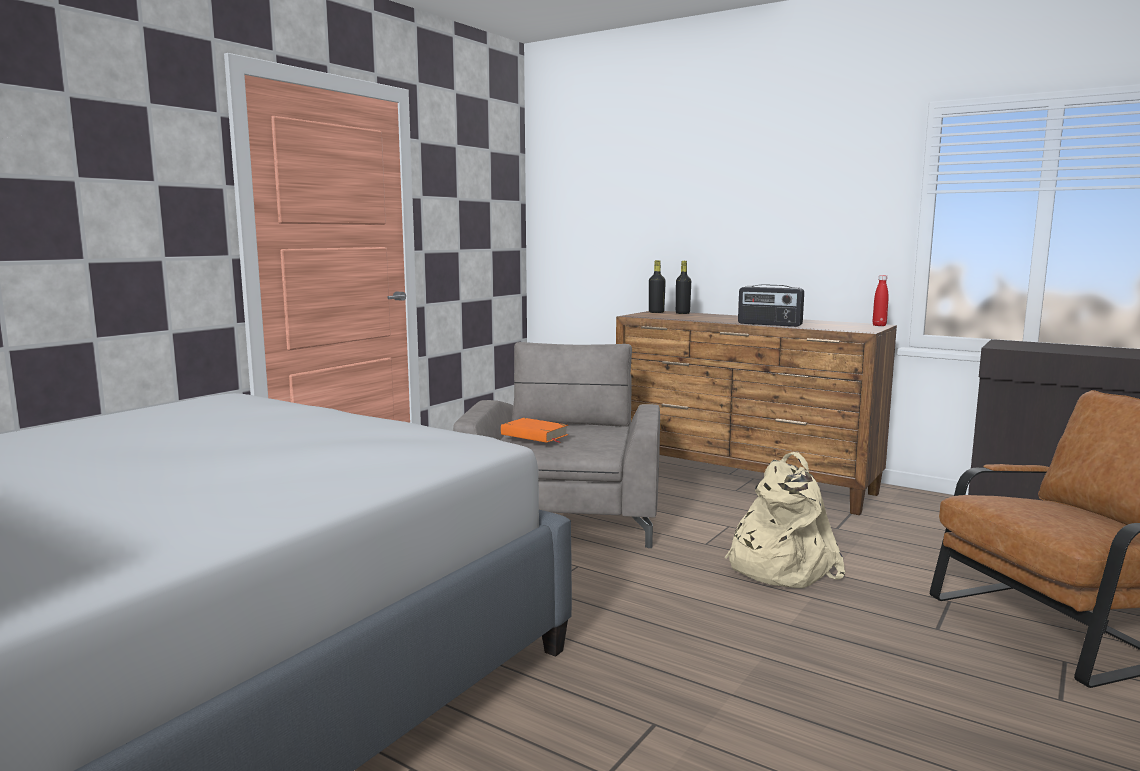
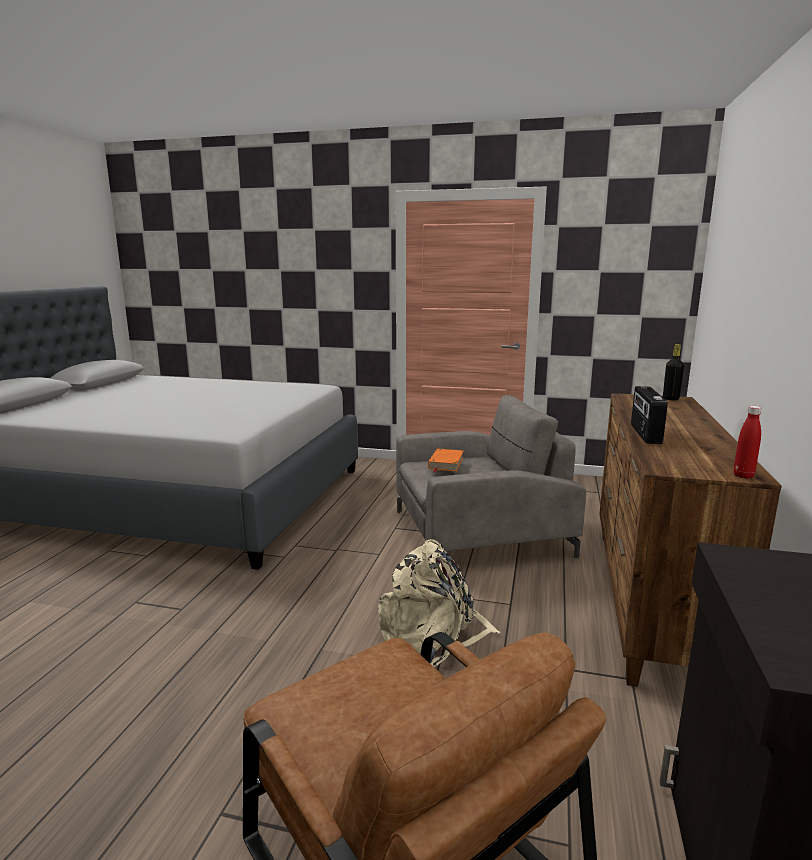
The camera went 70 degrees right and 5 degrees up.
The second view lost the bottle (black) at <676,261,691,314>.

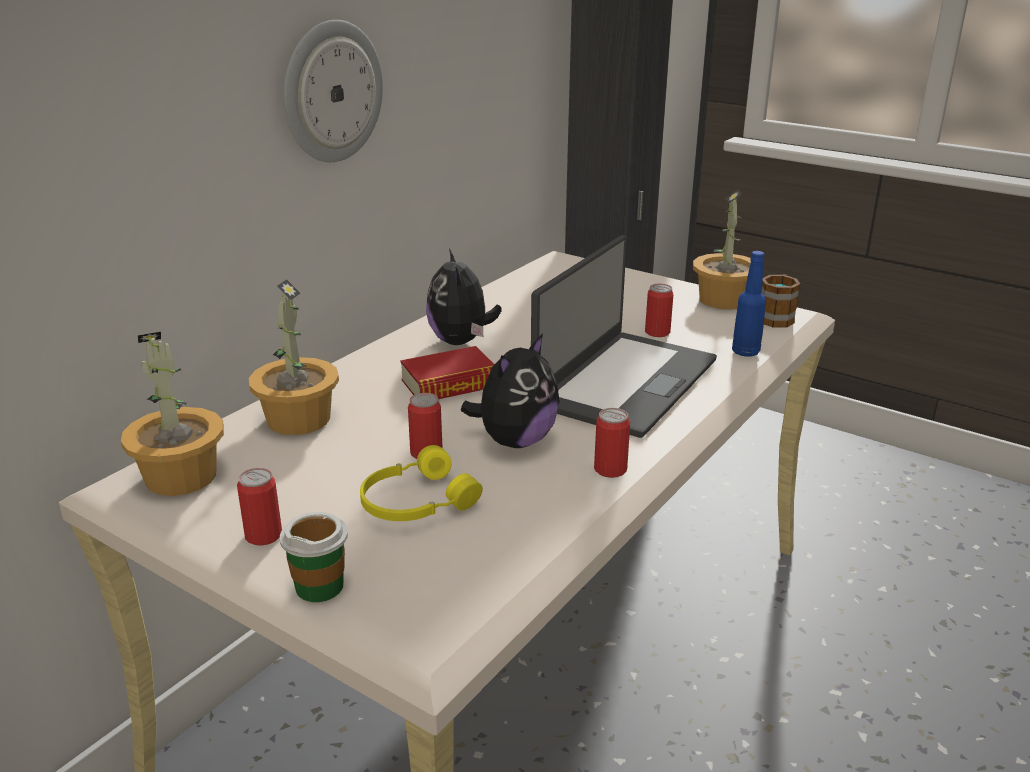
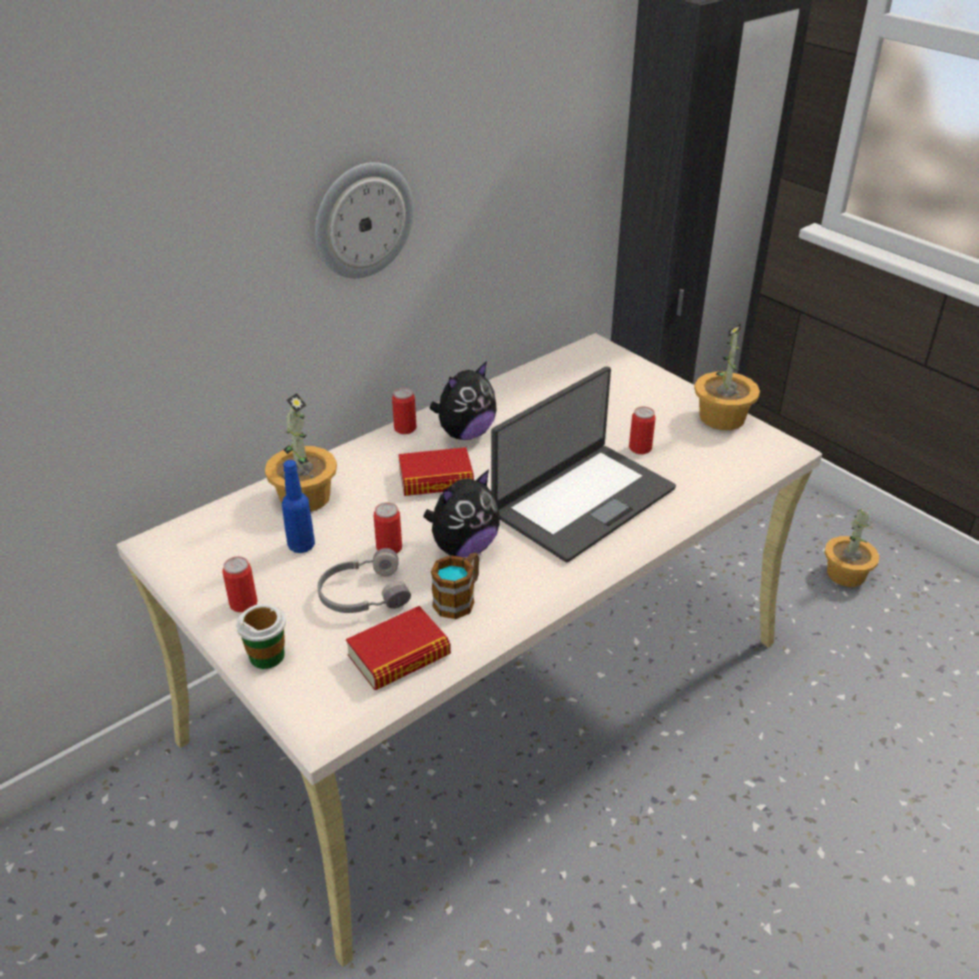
The camera went 15 degrees right and 10 degrees up.
The bottle (blue) ended up elsewhere, having gone from <732,251,766,357> to <282,460,315,553>.
What was the headphones (yellow) at <360,445,483,521> turned into the headphones (grey) at <318,548,411,613>.
The second view gained the book at <346,606,451,690>.
The can ended up elsewhere, having gone from <594,408,630,478> to <392,388,416,434>.
The plush toy at <426,248,502,345> ended up facing another way, 135 degrees counterclockwise from before.
The mug ended up elsewhere, having gone from <761,274,800,327> to <431,552,479,619>.
The potted plant ended up elsewhere, having gone from <121,332,224,496> to <825,509,879,587>.

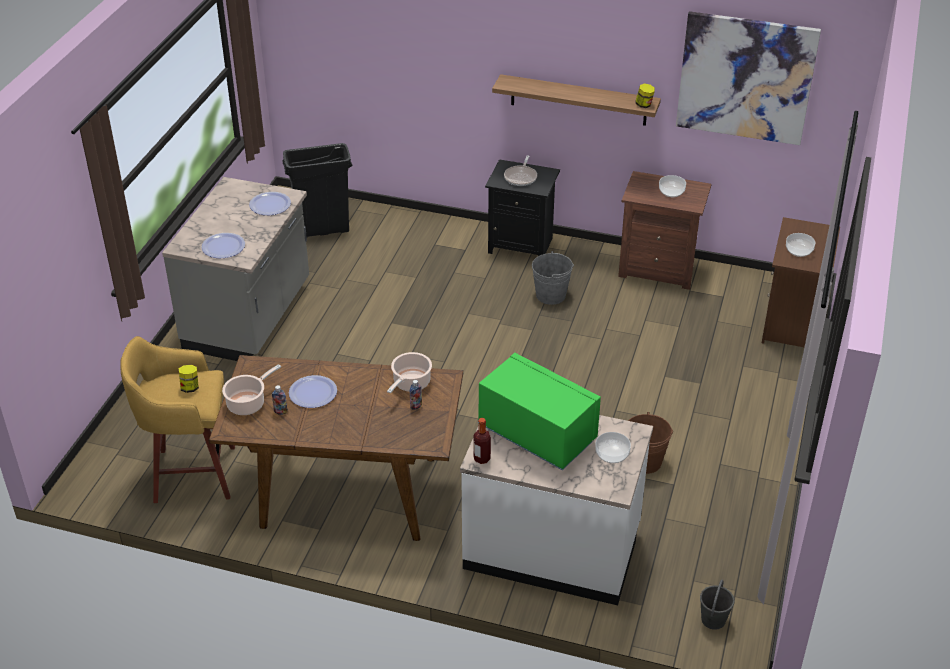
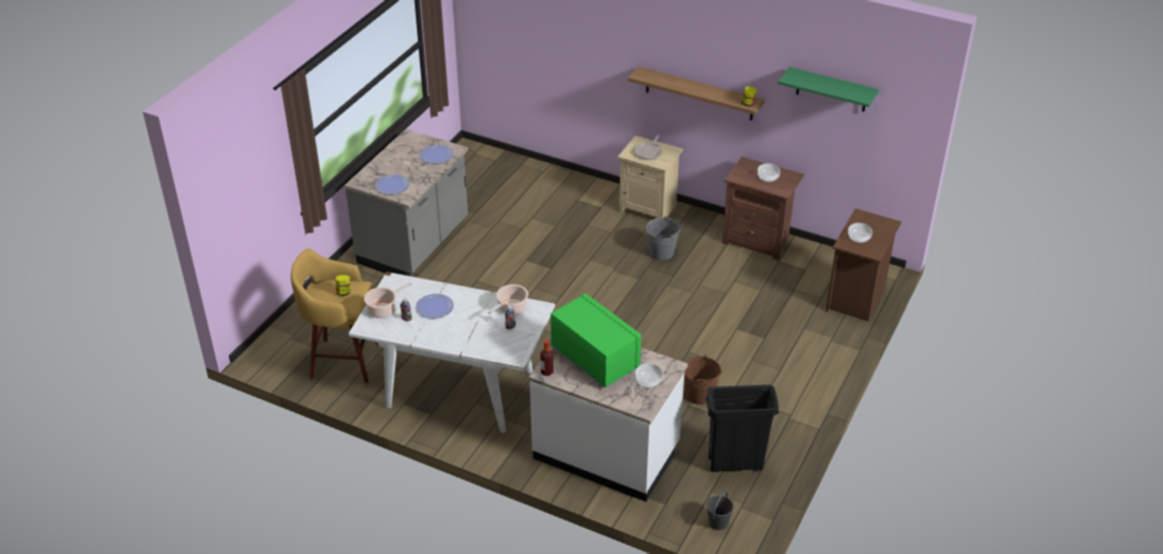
The camera went 10 degrees right and 0 degrees up.
What was the dining table (brown) at <209,355,463,541> turned into the dining table (white) at <348,272,555,433>.
What was the nightstand (black) at <485,159,560,256> turned into the nightstand (beige) at <618,136,683,218>.
The trash can (black) ended up elsewhere, having gone from <282,143,352,237> to <705,385,779,472>.
Where the picture hung at <676,11,821,145>, the shelf (green) came to hang at <778,67,879,112>.

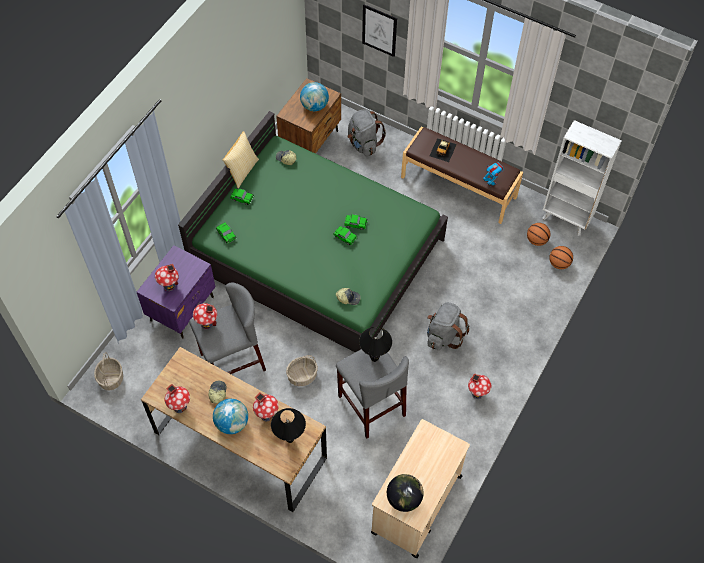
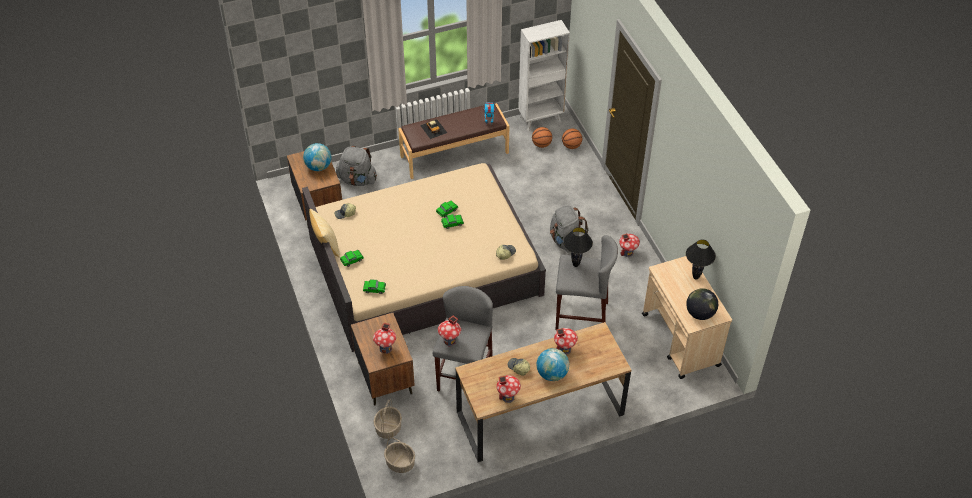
The camera went 50 degrees left and 10 degrees down.
What was the bed (green) at <178,111,448,352> turned into the bed (beige) at <302,163,546,352>.
What was the nightstand (purple) at <137,245,215,339> turned into the nightstand (brown) at <351,313,415,406>.
The basket ended up elsewhere, having gone from <286,355,318,386> to <374,400,402,439>.
The table lamp (black) ended up elsewhere, having gone from <271,408,306,443> to <686,239,716,279>.
The second view lost the picture at <362,4,397,57>.

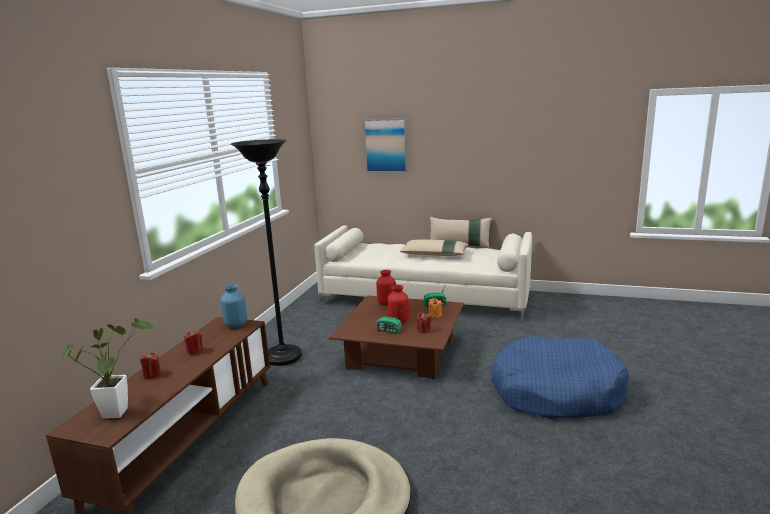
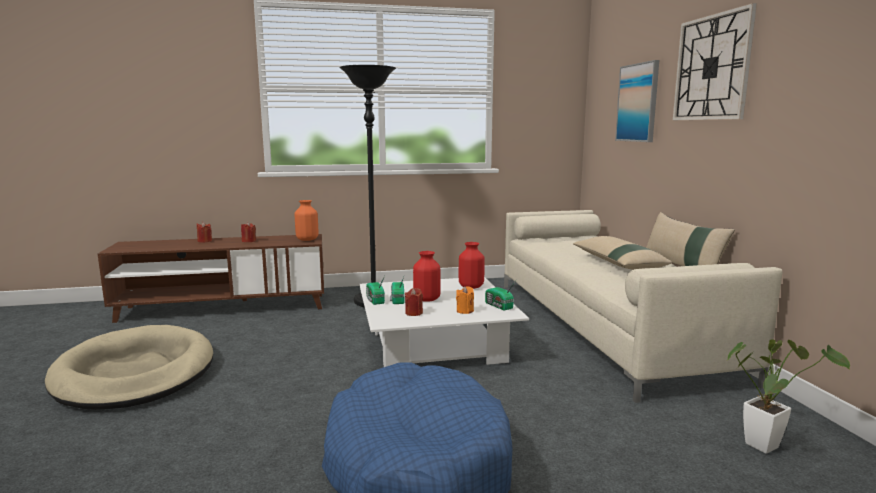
The camera went 60 degrees right and 5 degrees down.
What was the vase (blue) at <220,284,247,328> turned into the vase (orange) at <295,200,319,241>.
What was the coffee table (brown) at <329,295,464,379> turned into the coffee table (white) at <359,277,529,367>.
The second view gained the radio at <366,276,385,305>.
The second view gained the wall clock at <673,3,757,120>.
The potted plant ended up elsewhere, having gone from <62,318,154,419> to <727,339,850,454>.

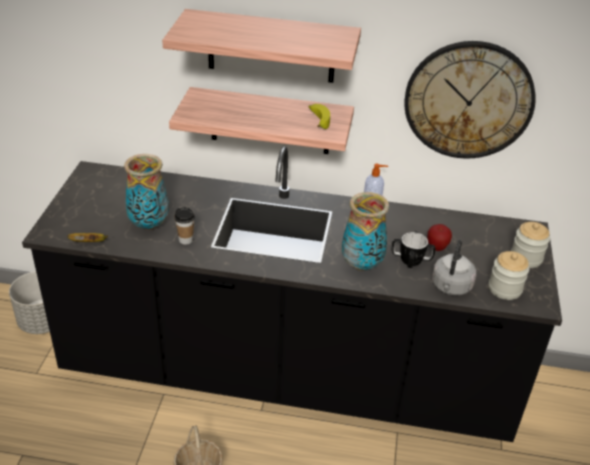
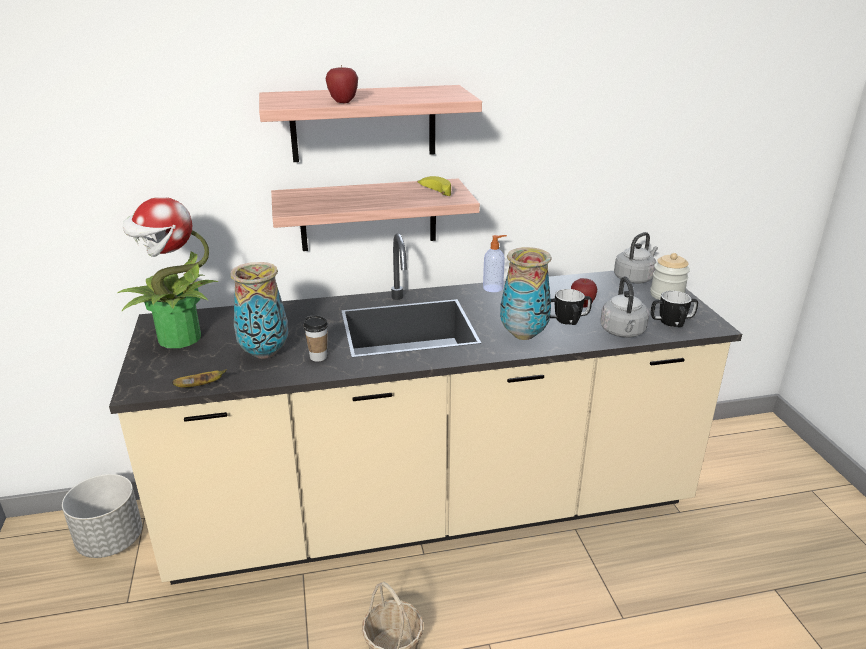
The camera went 20 degrees left and 10 degrees down.
What was the counter (black) at <22,146,562,442> turned into the counter (beige) at <109,233,742,585>.
The second view gained the potted plant at <118,197,218,348>.
The second view gained the apple at <325,65,358,103>.
The second view gained the kettle (grey) at <614,232,658,284>.
Where the jar stood at <489,251,529,300>, the mug came to stand at <651,291,698,327>.
The second view lost the wall clock at <405,41,536,159>.

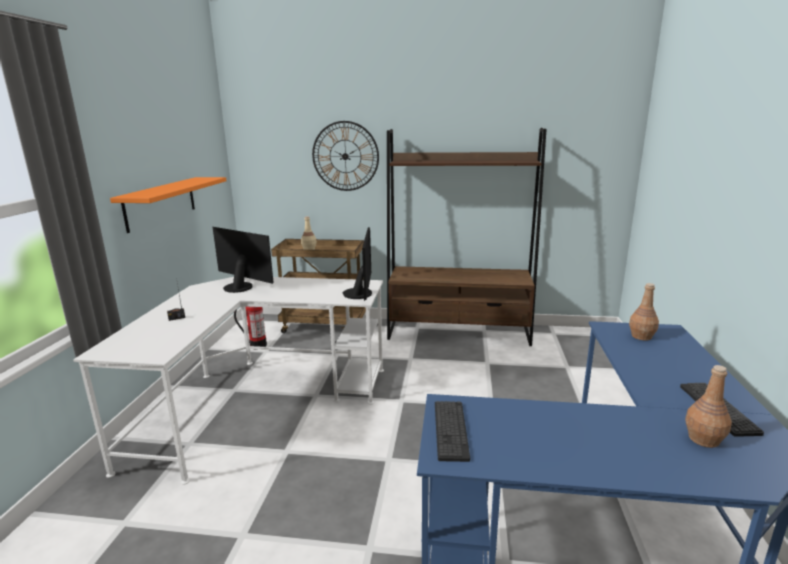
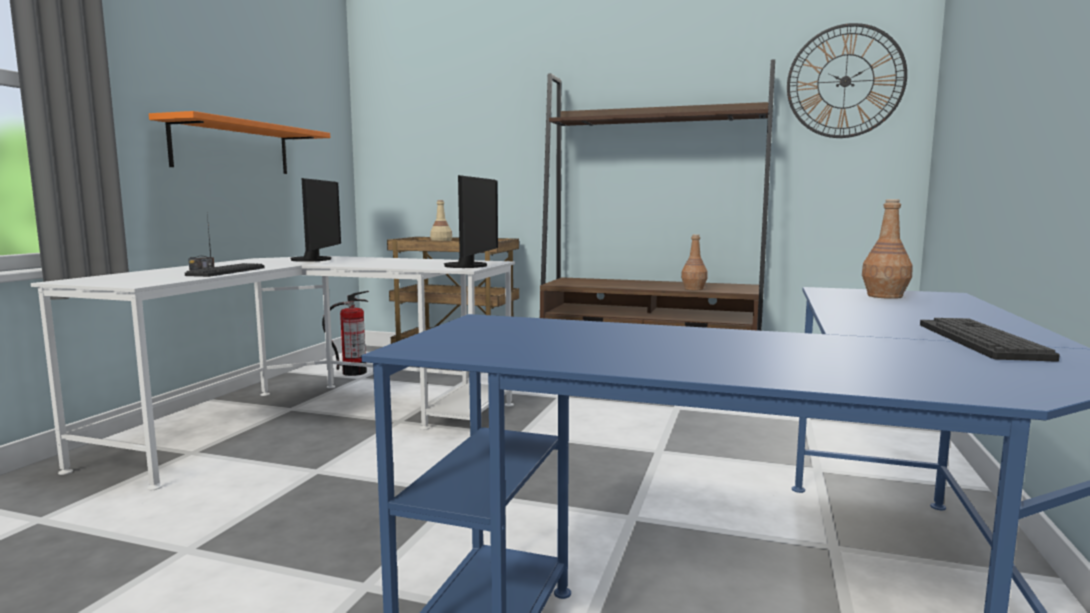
The camera went 10 degrees right and 10 degrees down.
The keyboard ended up elsewhere, having gone from <435,401,470,462> to <185,263,265,277>.
The monitor at <213,227,273,293> ended up facing another way, 45 degrees clockwise from before.
The bottle (brown) ended up elsewhere, having gone from <685,365,732,448> to <681,234,708,290>.
The wall clock ended up elsewhere, having gone from <312,121,379,191> to <787,23,907,138>.

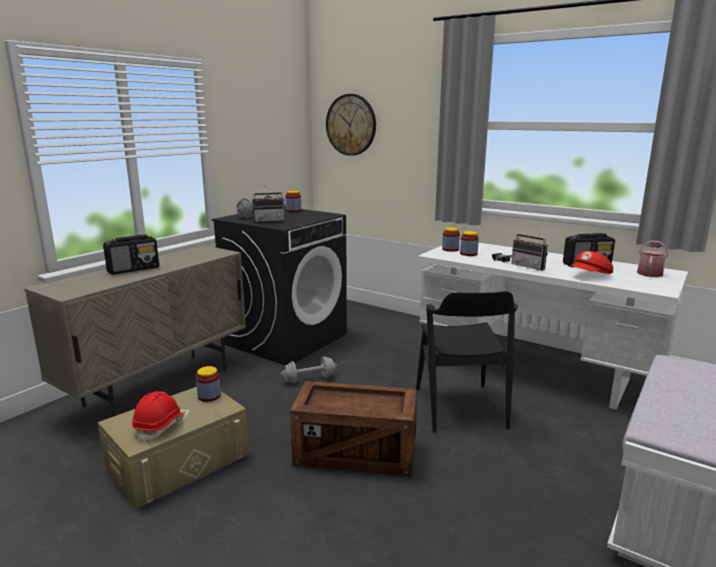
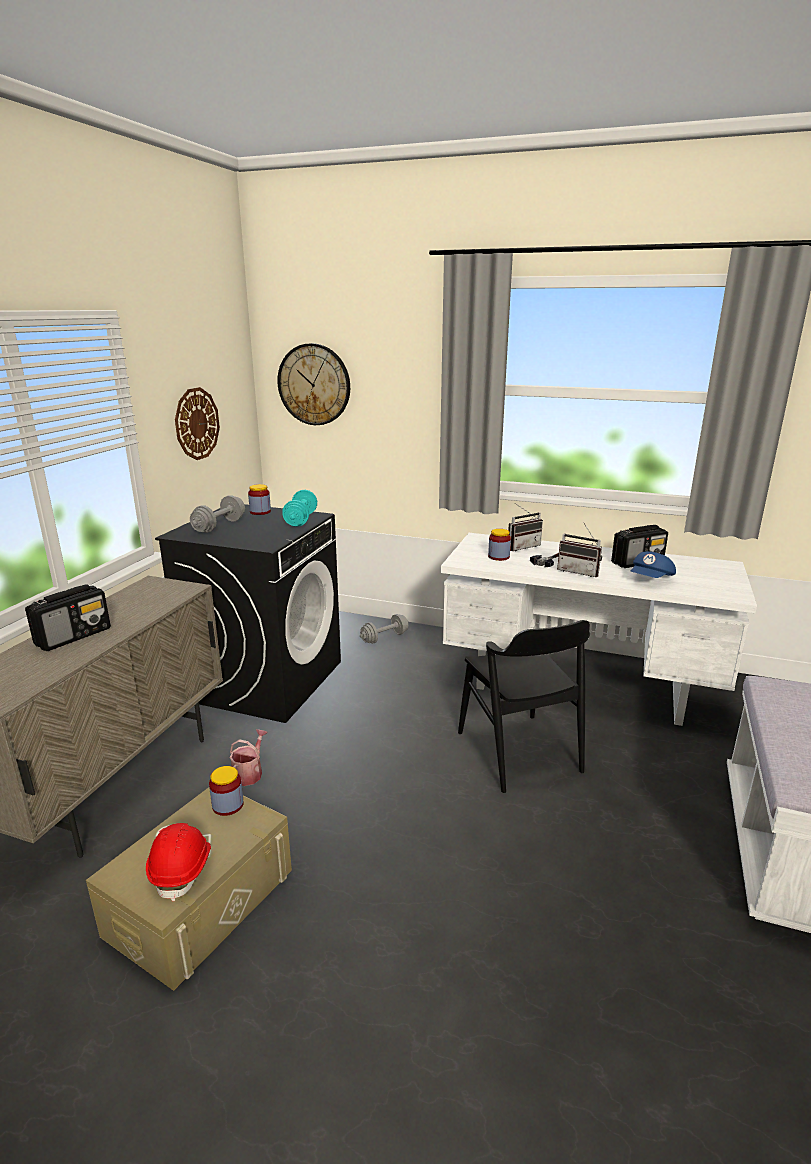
The camera went 15 degrees left and 5 degrees up.
The second view gained the wall clock at <175,387,220,460>.
The watering can ended up elsewhere, having gone from <637,240,668,277> to <230,729,268,786>.
The second view gained the dumbbell (turquoise) at <282,490,317,527>.
The dumbbell (grey) ended up elsewhere, having gone from <281,356,337,383> to <360,614,408,644>.
The radio ended up elsewhere, having gone from <252,185,285,223> to <508,504,543,551>.
What was the cap (red) at <571,251,613,274> turned into the cap (blue) at <631,551,676,578>.
The second view lost the crate at <290,381,417,476>.
The second view lost the jar at <442,227,460,252>.

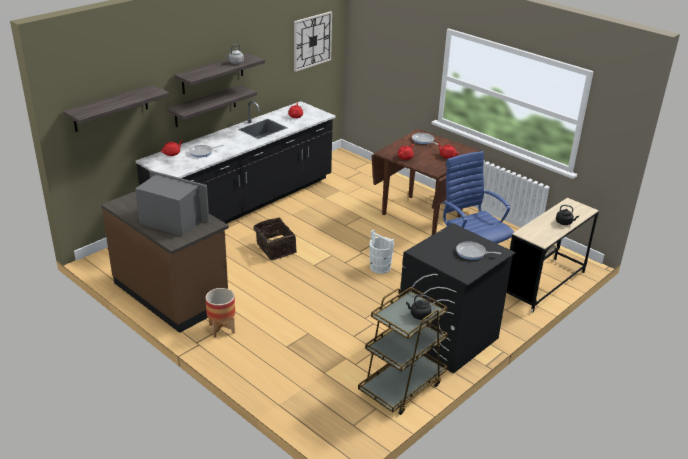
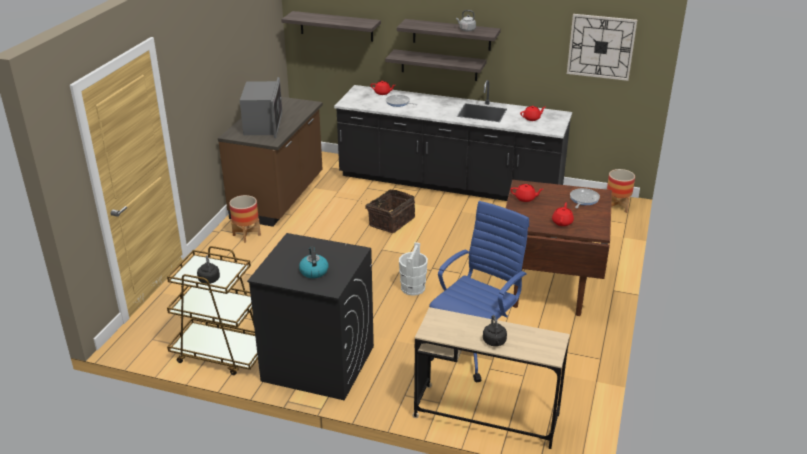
The camera went 65 degrees right and 0 degrees up.
Where the frying pan stood at <456,241,501,260>, the kettle came to stand at <299,246,328,278>.
The second view gained the planter at <607,169,635,213>.

